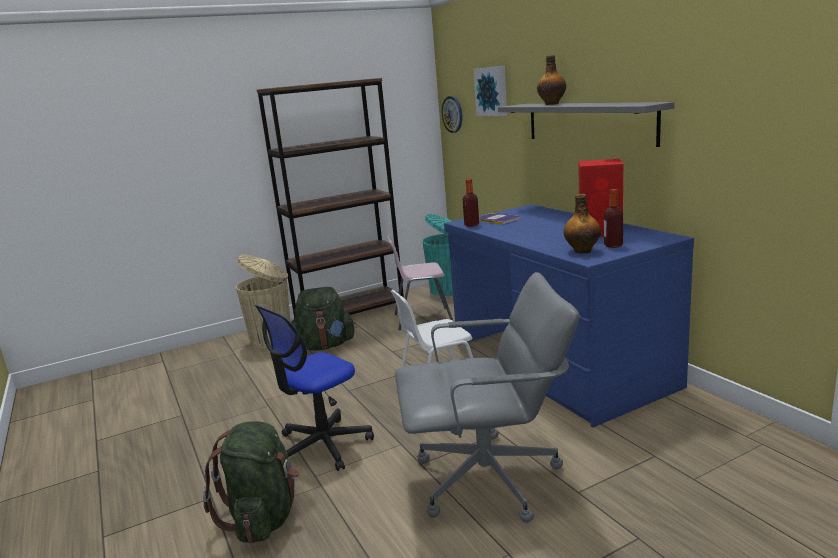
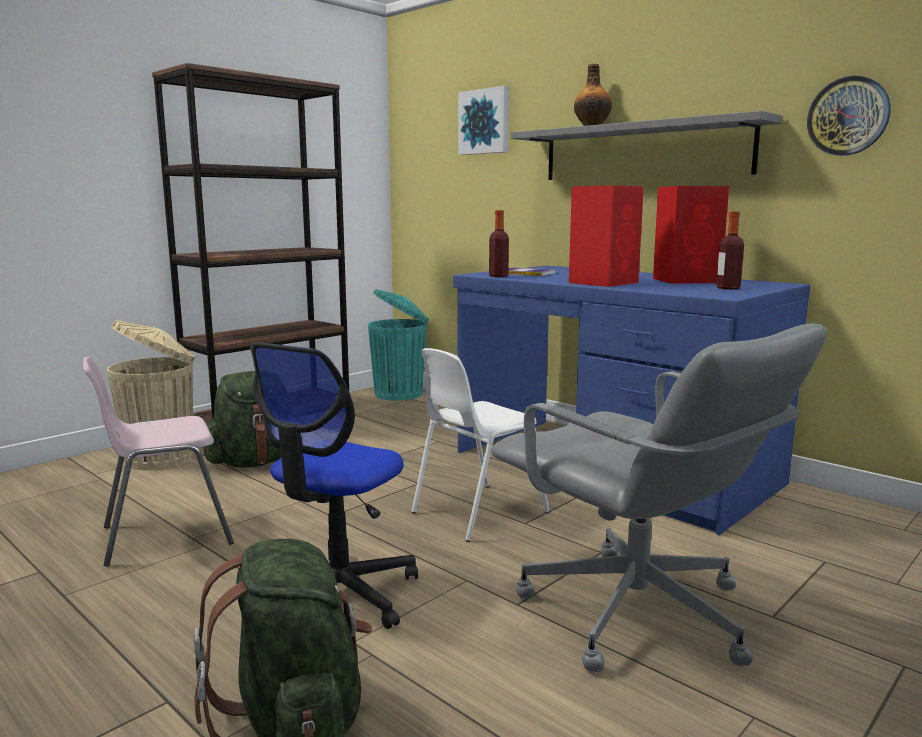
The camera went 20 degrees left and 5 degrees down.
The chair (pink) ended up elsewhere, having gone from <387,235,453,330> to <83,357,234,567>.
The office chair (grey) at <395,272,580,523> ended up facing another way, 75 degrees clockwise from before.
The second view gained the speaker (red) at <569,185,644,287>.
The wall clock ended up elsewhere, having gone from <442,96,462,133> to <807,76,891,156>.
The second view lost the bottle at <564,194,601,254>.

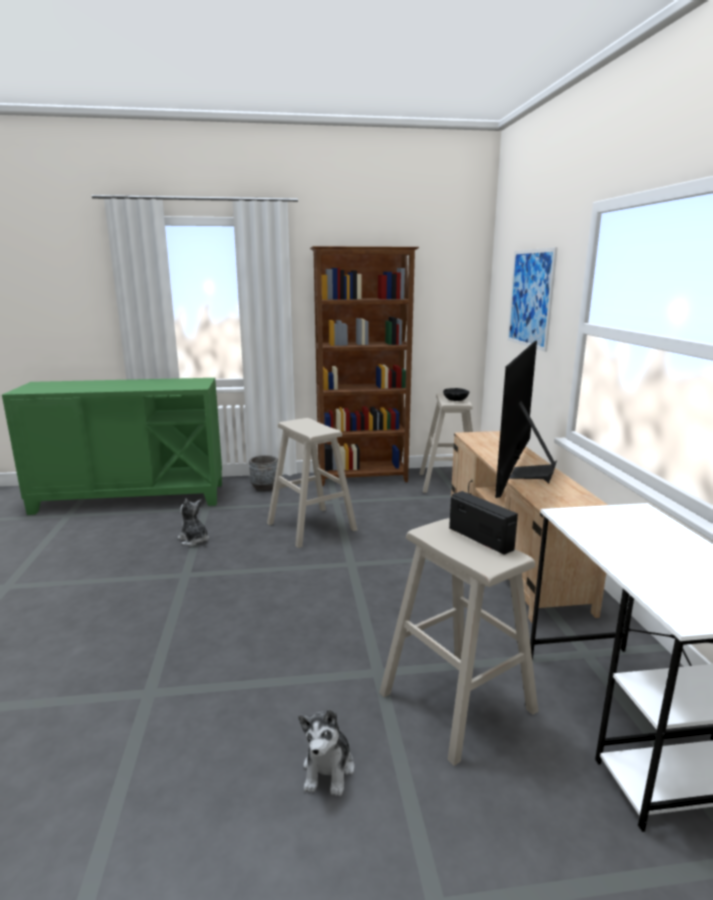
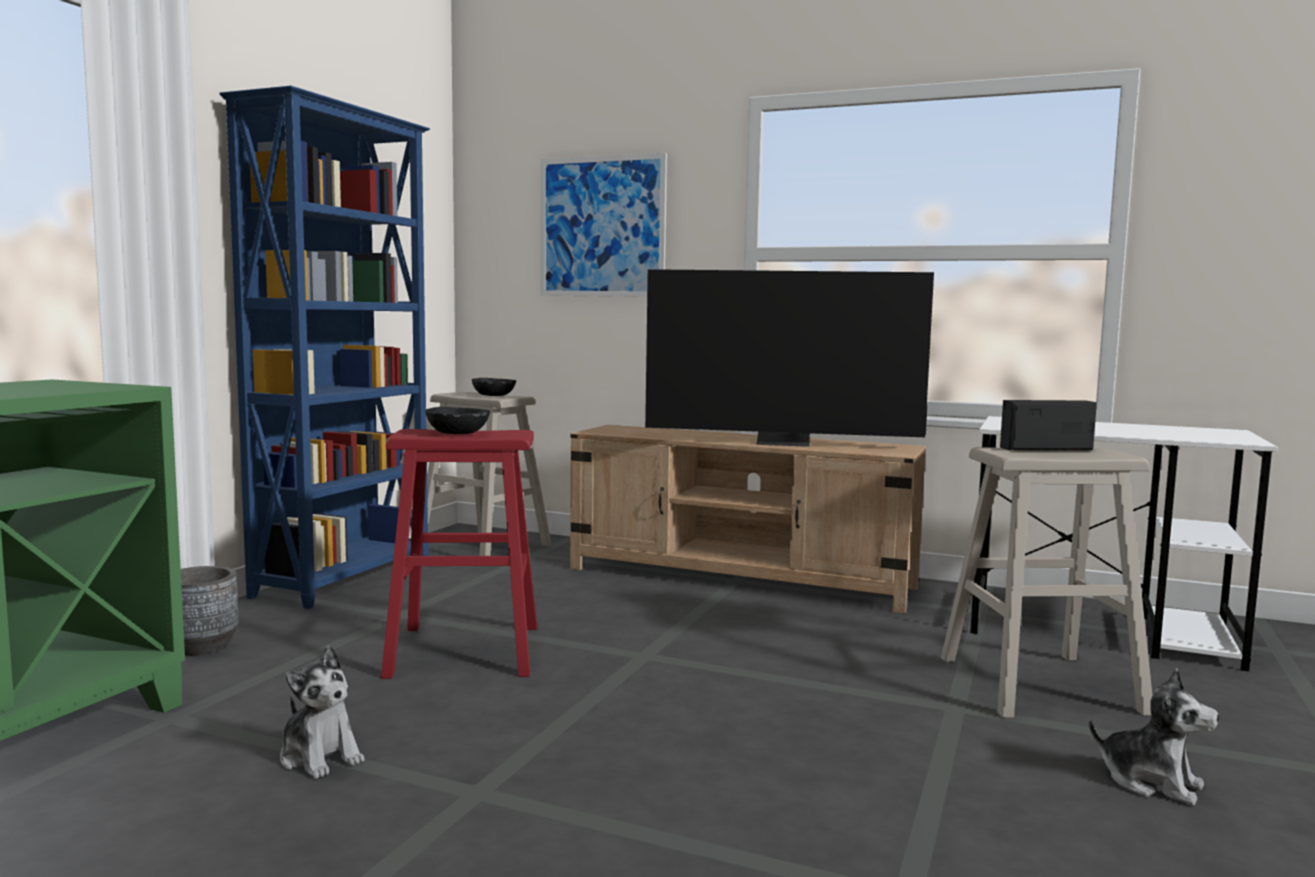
The camera went 60 degrees left and 10 degrees down.
What was the bookcase (brown) at <310,246,419,486> turned into the bookcase (blue) at <219,86,430,609>.
The plush toy at <178,498,209,546> ended up facing another way, 120 degrees counterclockwise from before.
What was the stool (beige) at <267,418,358,548> turned into the stool (red) at <381,429,537,679>.
The second view gained the bowl (black) at <425,407,490,434>.
The television at <495,340,557,498> ended up facing another way, 45 degrees counterclockwise from before.

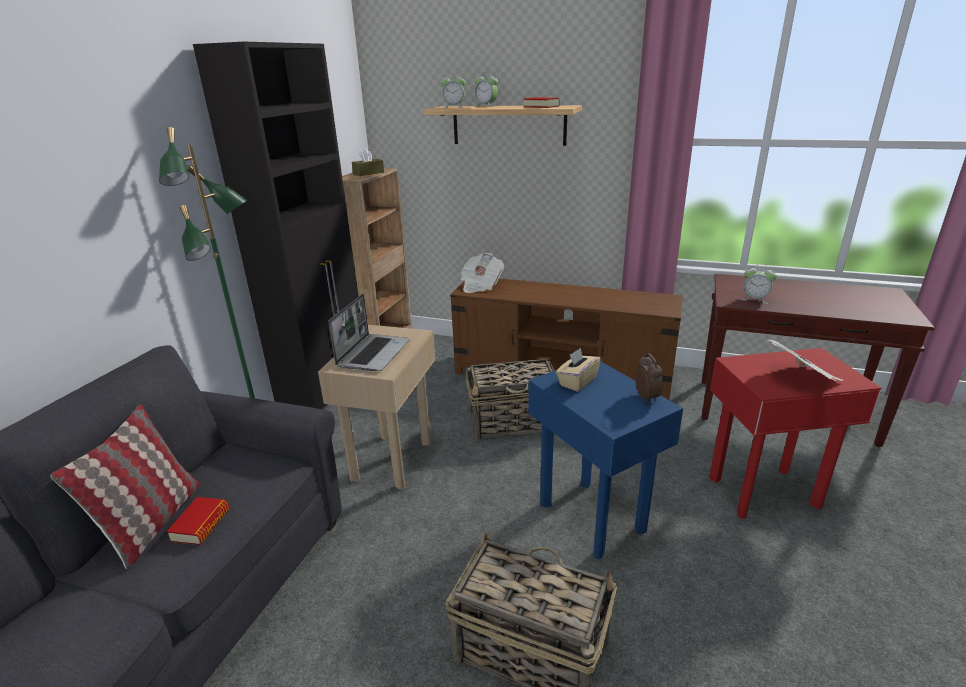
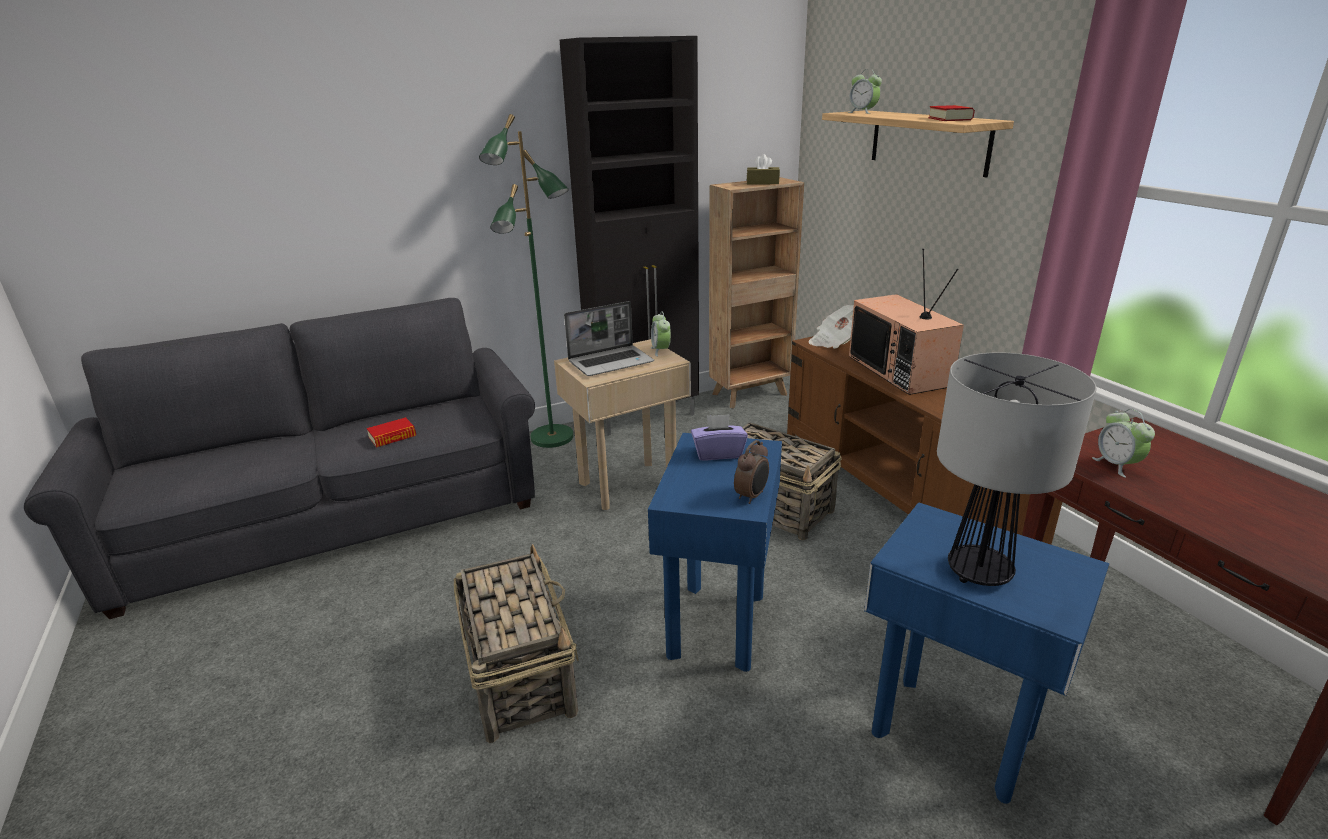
The camera went 45 degrees right and 0 degrees up.
The alarm clock ended up elsewhere, having gone from <475,72,498,107> to <651,312,671,357>.
What was the tissue box (beige) at <556,348,601,392> turned into the tissue box (purple) at <691,414,748,460>.
The second view gained the television at <849,249,964,395>.
What was the side table (red) at <709,348,882,519> turned into the side table (blue) at <864,502,1109,804>.
Where the newspaper stood at <768,340,844,381>, the table lamp came to stand at <937,352,1097,586>.
The second view lost the pillow at <51,405,200,569>.

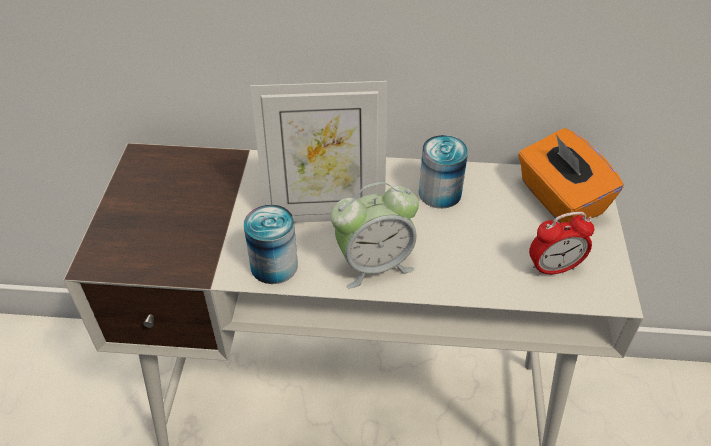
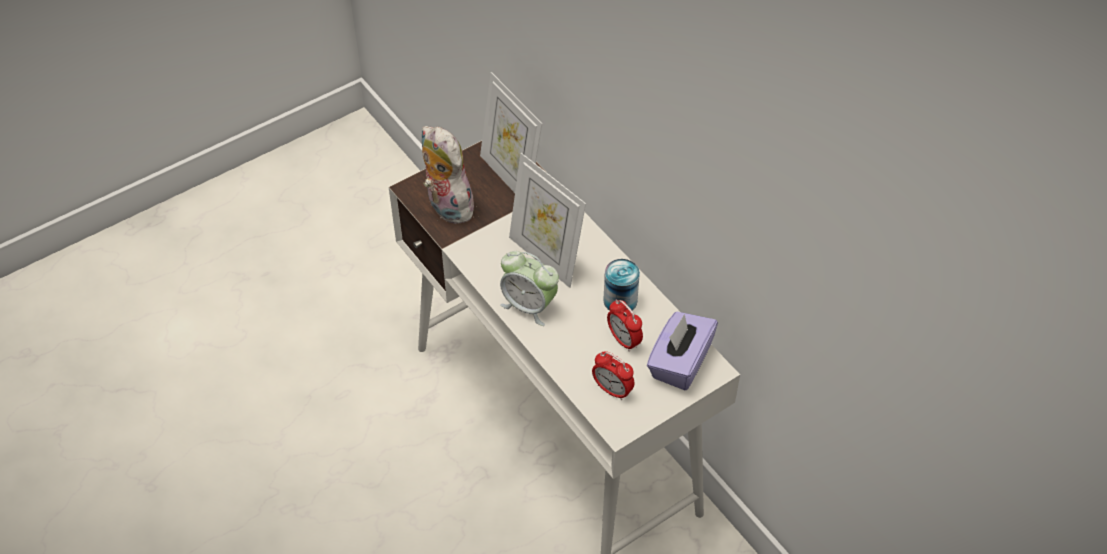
The camera went 50 degrees right and 5 degrees up.
The second view gained the plush toy at <422,126,476,224>.
The second view gained the picture frame at <480,72,542,193>.
The second view gained the alarm clock at <607,299,643,352>.
What was the tissue box (orange) at <518,128,624,223> turned into the tissue box (purple) at <647,312,718,390>.
The second view lost the can at <244,205,298,284>.

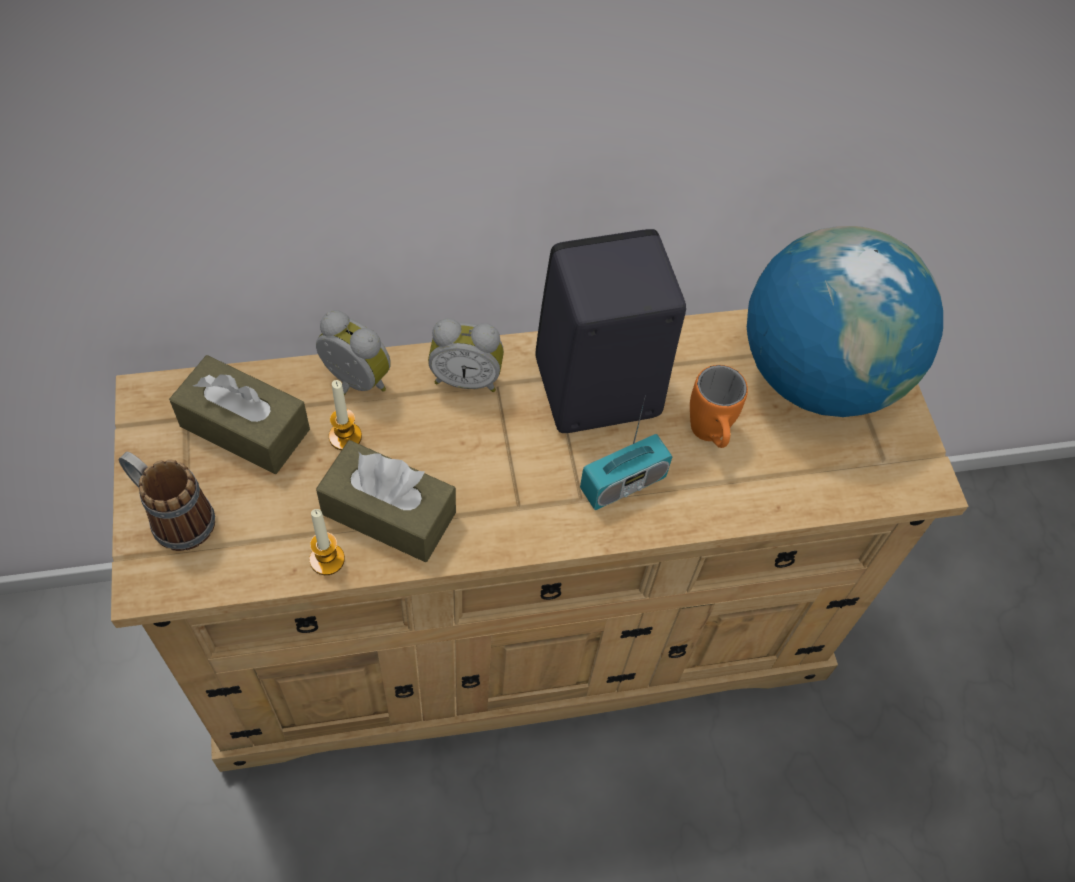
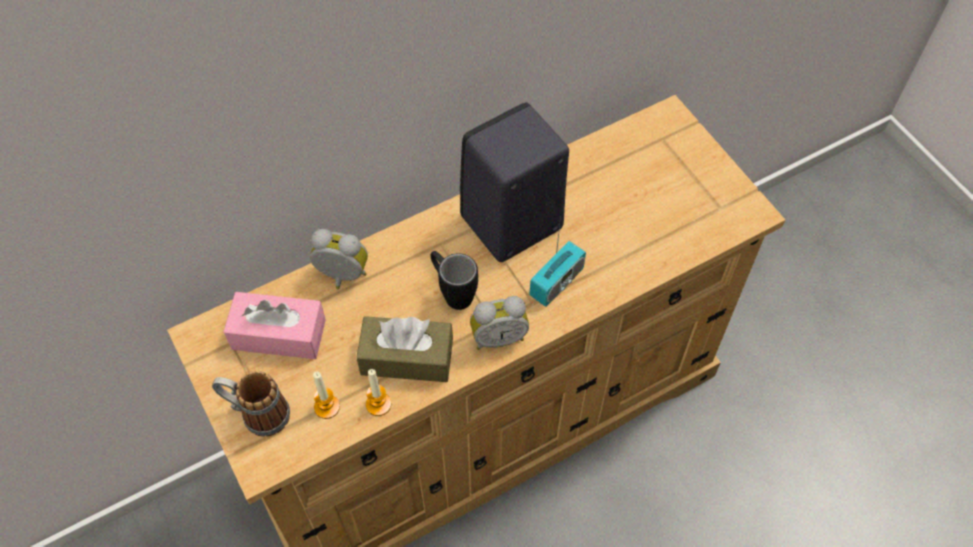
The camera went 15 degrees left and 0 degrees up.
What was the tissue box (brown) at <169,355,310,474> turned into the tissue box (pink) at <223,292,326,359>.
The candle ended up elsewhere, having gone from <329,380,362,450> to <313,372,340,419>.
The second view gained the mug (black) at <430,251,478,310>.
The alarm clock ended up elsewhere, having gone from <428,318,504,392> to <470,296,529,350>.
The second view lost the mug (orange) at <690,365,748,448>.
The second view lost the globe at <747,226,943,417>.

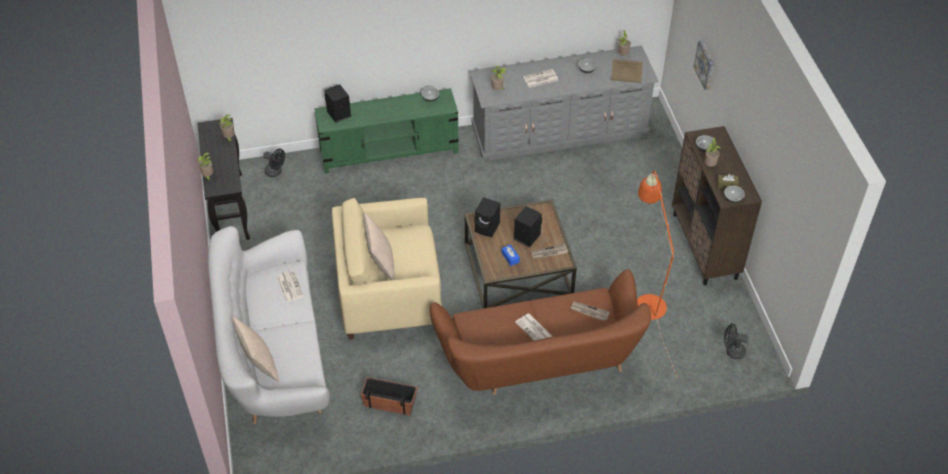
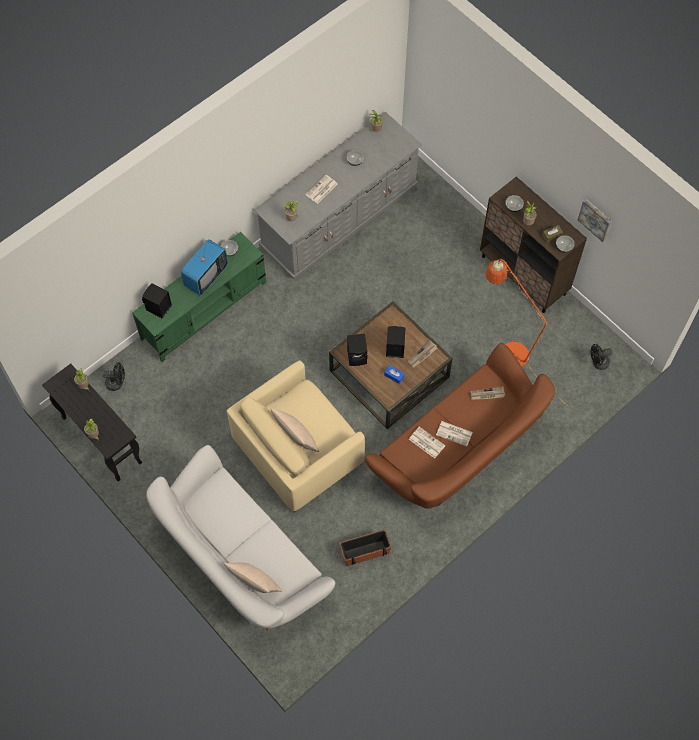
The camera went 30 degrees left and 15 degrees up.
The second view gained the television at <181,239,228,296>.
The newspaper ended up elsewhere, having gone from <277,270,304,302> to <409,427,445,458>.
The picture ended up elsewhere, having gone from <694,40,714,90> to <578,199,612,242>.
The second view lost the tray (beige) at <611,59,643,83>.

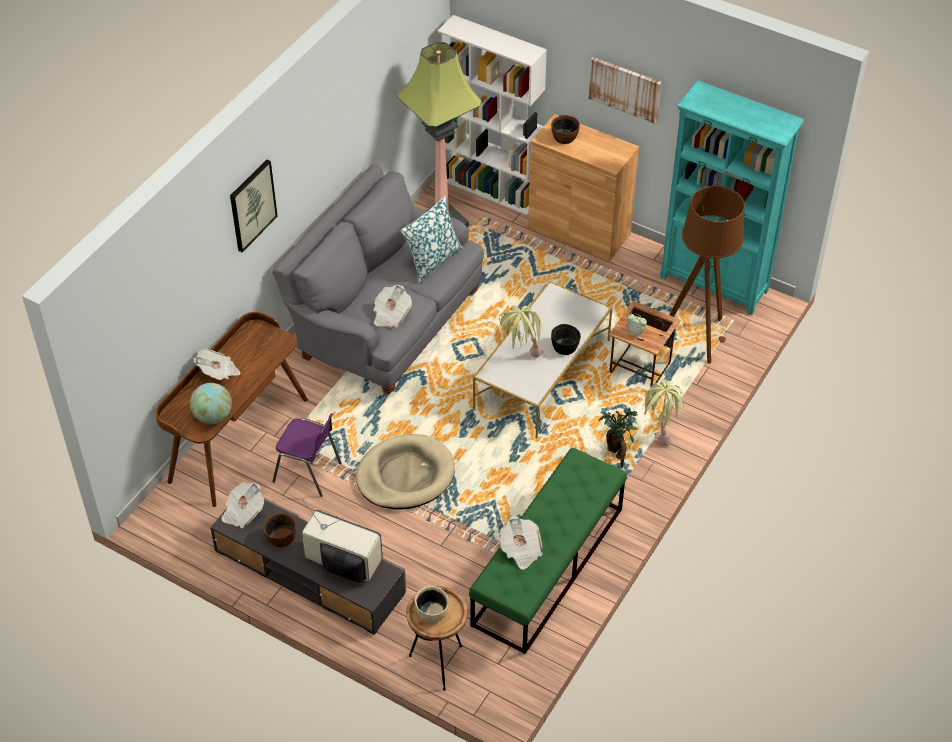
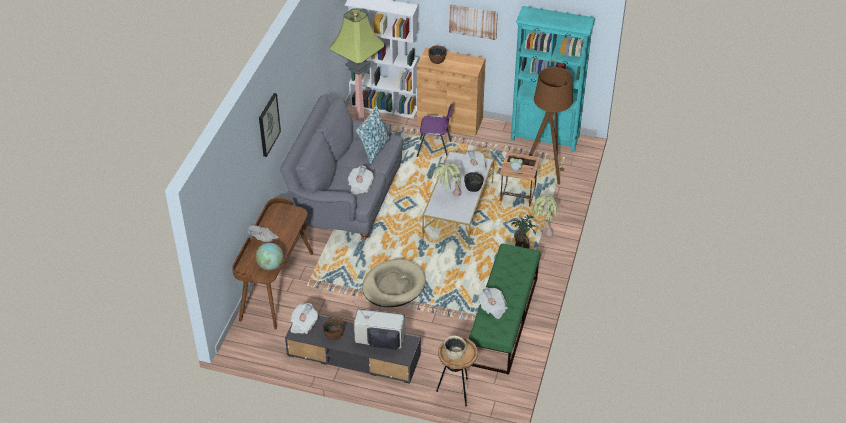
The camera went 15 degrees left and 5 degrees down.
The chair (purple) ended up elsewhere, having gone from <272,413,342,497> to <417,104,453,157>.
The second view gained the newspaper at <463,149,487,174>.

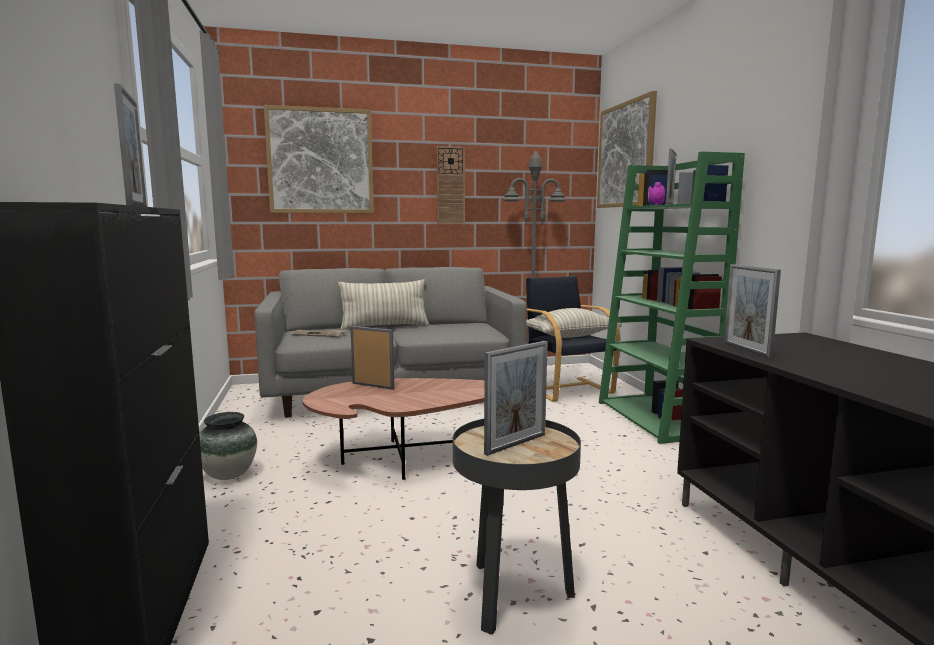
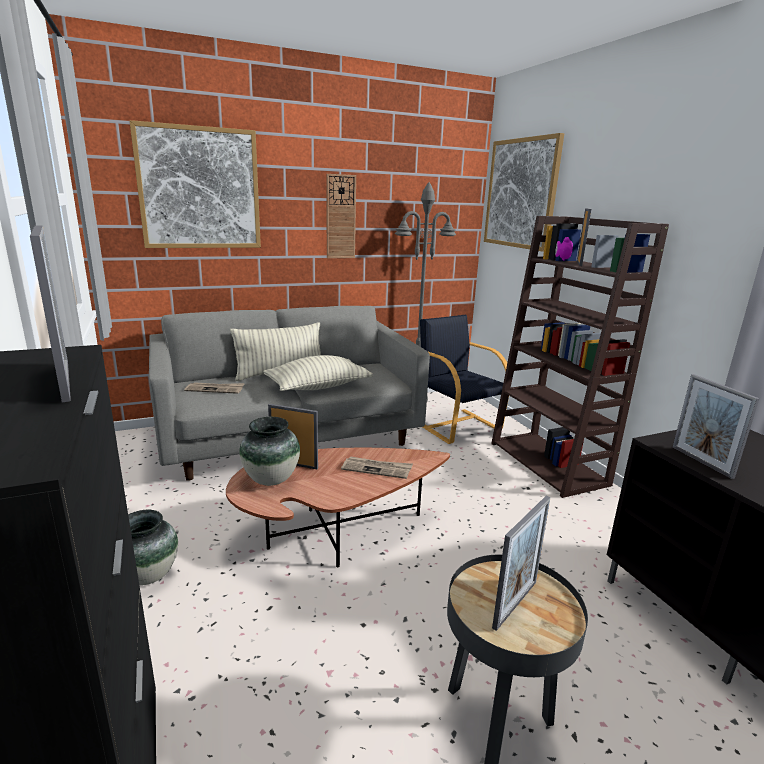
The camera went 10 degrees left and 10 degrees up.
The second view gained the vase at <239,417,300,486>.
The pillow ended up elsewhere, having gone from <526,308,621,338> to <263,355,373,391>.
The second view gained the newspaper at <341,456,413,479>.
What was the bookcase (green) at <599,151,745,444> turned into the bookcase (brown) at <491,216,669,498>.

